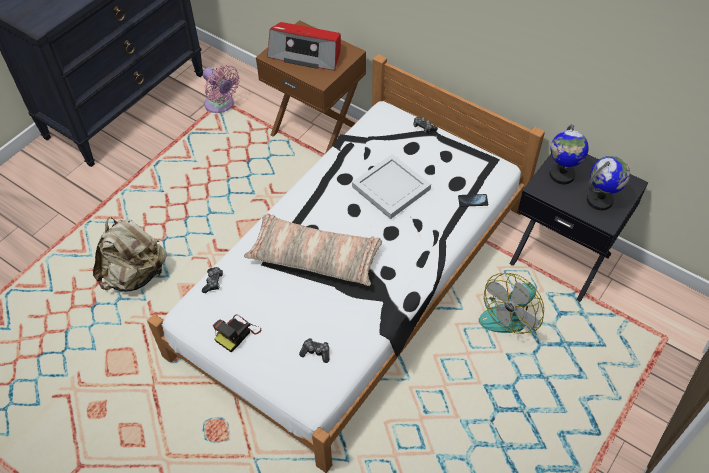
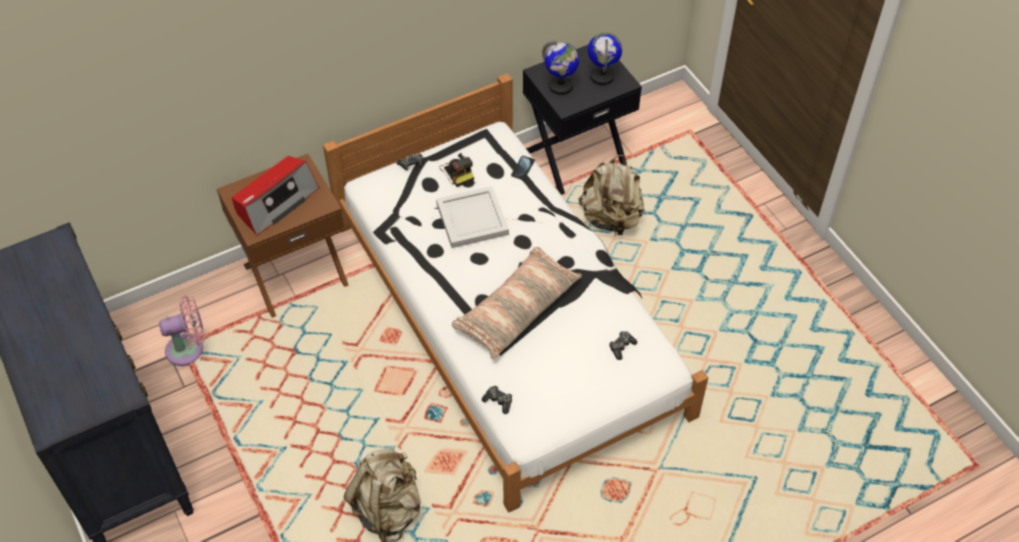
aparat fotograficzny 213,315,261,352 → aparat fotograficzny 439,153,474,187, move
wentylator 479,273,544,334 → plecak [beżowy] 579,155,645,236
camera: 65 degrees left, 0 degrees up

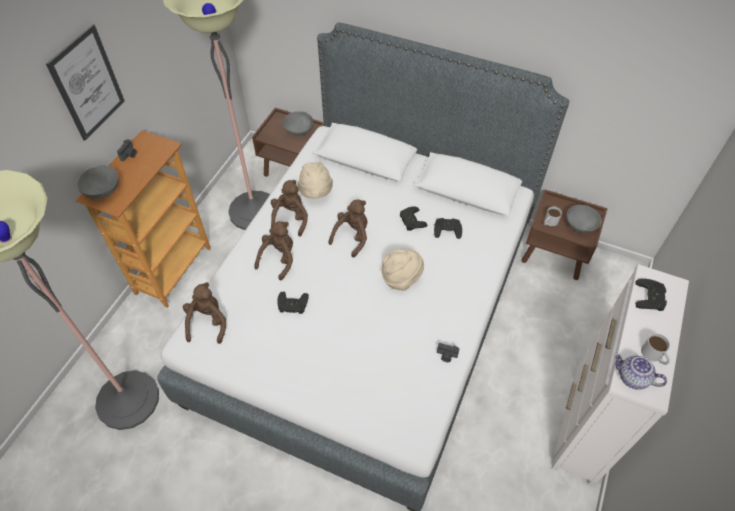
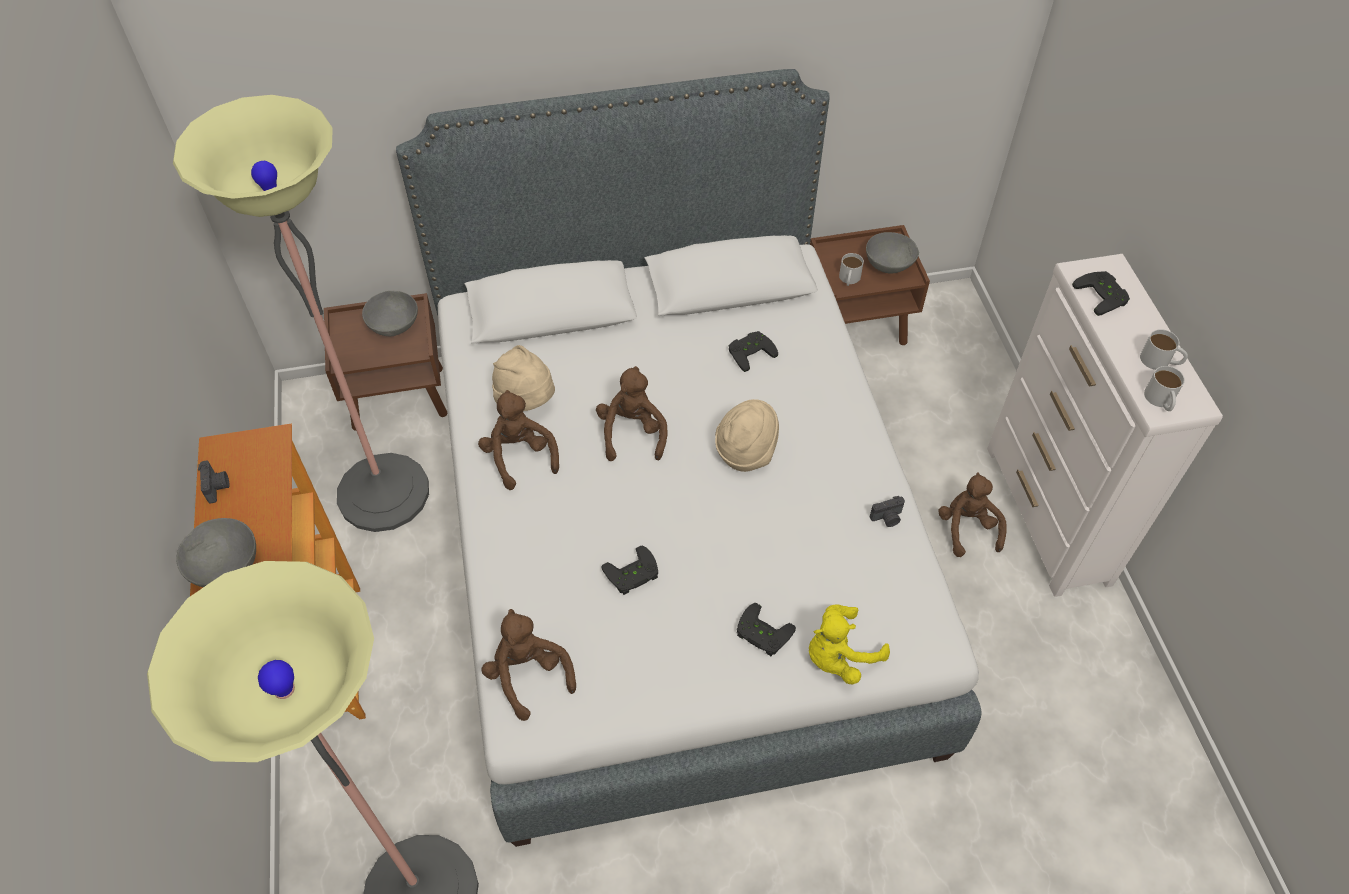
obraz 46,24,125,141 → -
pluszak [brązowy] 254,221,293,281 → pluszak [brązowy] 938,472,1007,557, move
pad do gier [czarny] 400,207,428,231 → pad do gier [czarny] 737,603,796,656, move
imbryk 614,353,667,389 → kubek [biały] 1144,366,1185,411
- → pluszak [żółty] 809,605,890,685
camera: 35 degrees left, 0 degrees up

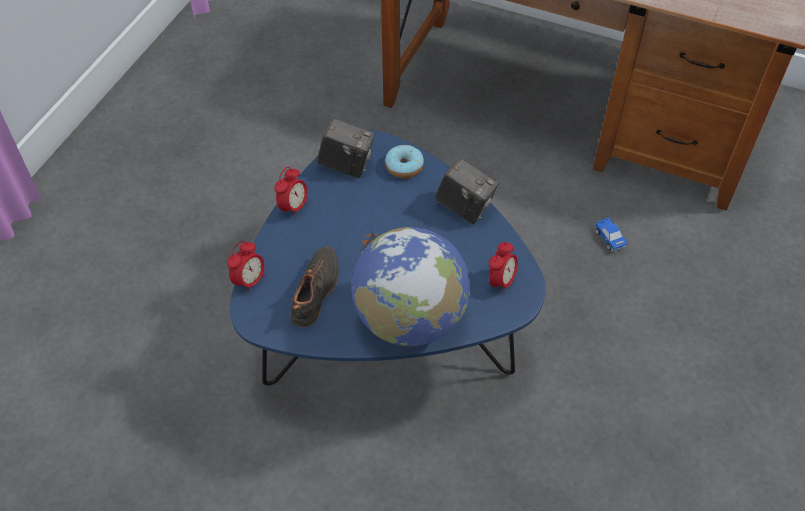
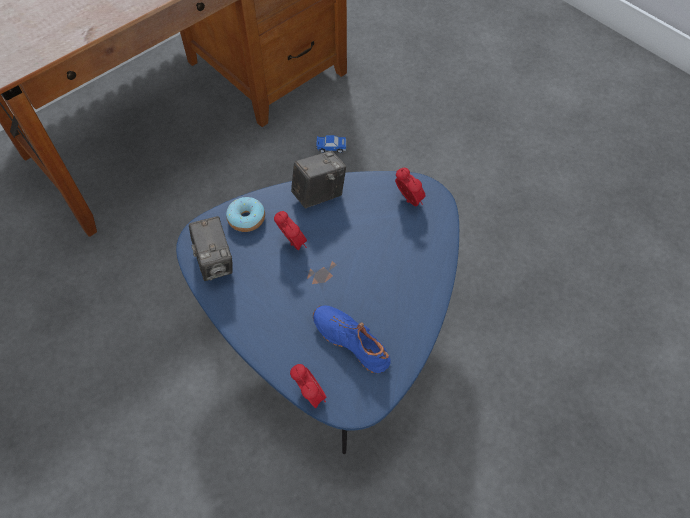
budzik 274,167,308,219 → budzik 274,211,307,250, move
but [czarny] 291,246,339,327 → but [niebieski] 313,305,391,373
aparat fotograficzny 317,118,374,178 → aparat fotograficzny 189,216,233,281, 120 degrees clockwise
globus 351,227,470,346 → -
camera: 65 degrees left, 5 degrees up

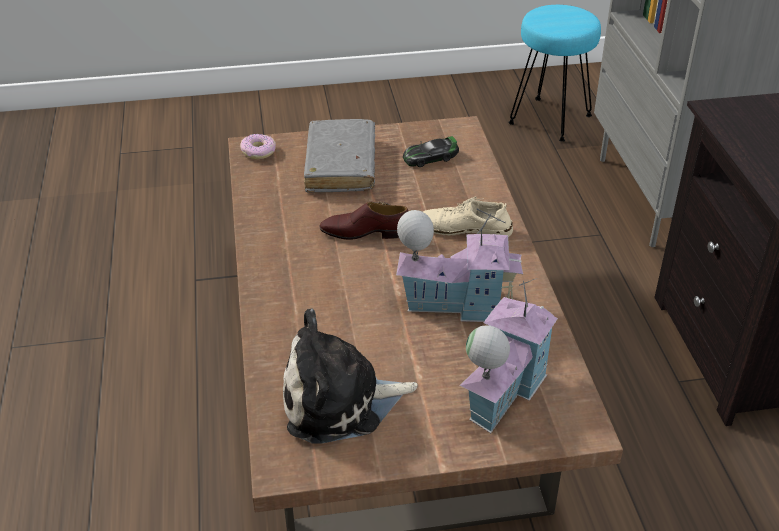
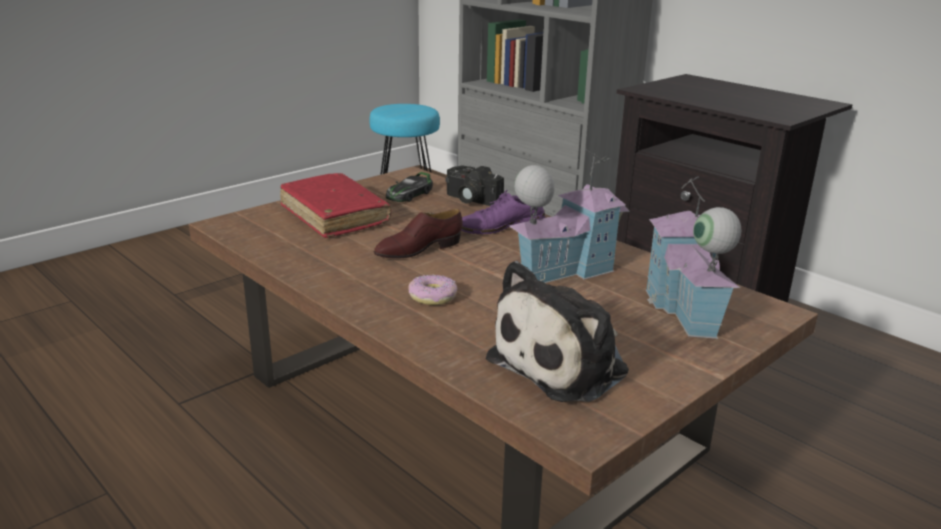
donut 240,134,276,159 → donut 408,274,458,305, move
książka [szary] 304,119,375,192 → książka [czerwony] 280,173,391,238
but [beżowy] 423,196,513,237 → but [fioletowy] 461,190,545,234
- → aparat fotograficzny 445,166,504,206
camera: 35 degrees left, 15 degrees down

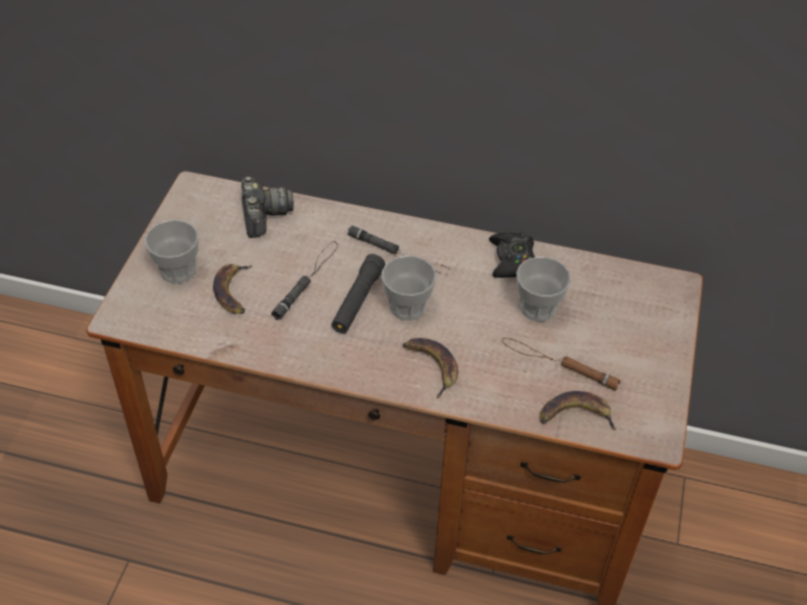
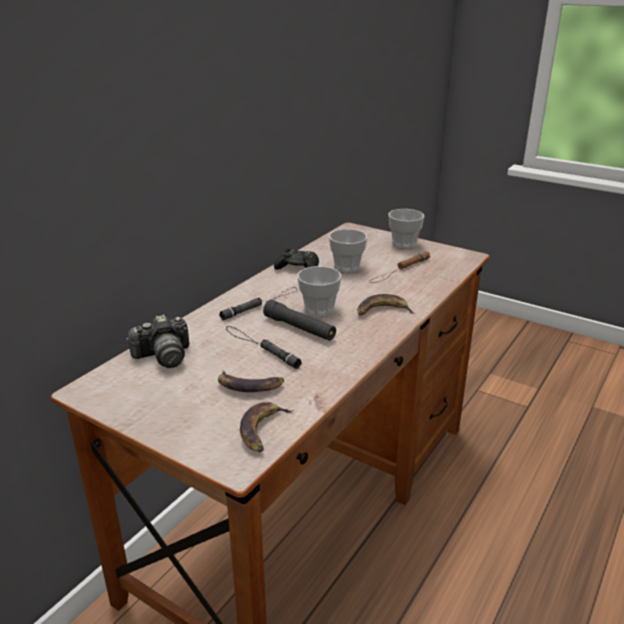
filiżanka 144,220,199,284 → filiżanka 388,209,424,249, move
aparat fotograficzny 242,176,294,238 → aparat fotograficzny 126,315,189,368, 150 degrees clockwise
banan 540,391,616,430 → banan 240,402,293,452, move
camera: 70 degrees left, 20 degrees down

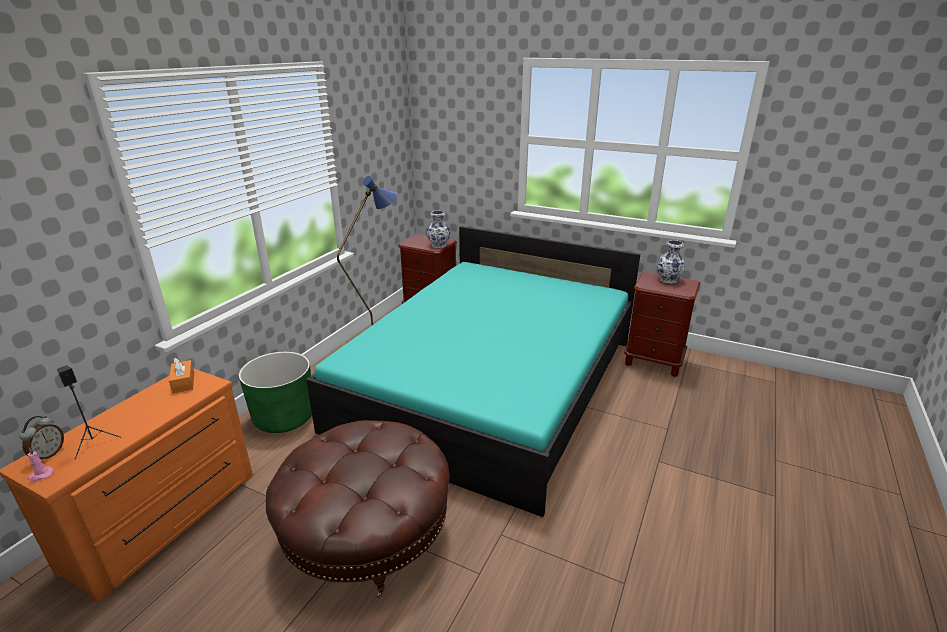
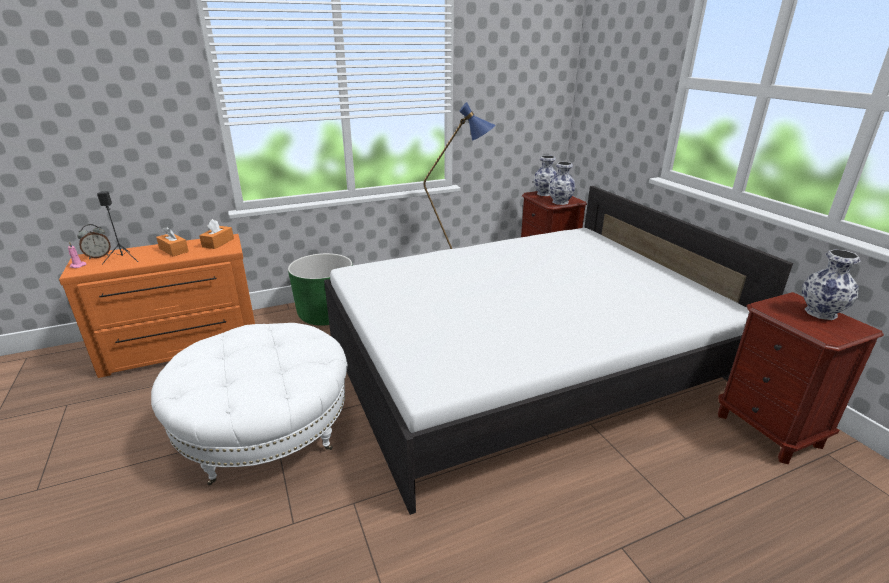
pufa [brązowy] 266,420,450,598 → pufa [biały] 151,323,347,485
łóżko [turkusowy] 306,226,640,517 → łóżko [biały] 324,186,793,515
- → pudełko chusteczek [pomarańczowy] 156,226,189,256
- → wazon 533,155,558,196
camera: 40 degrees right, 0 degrees up

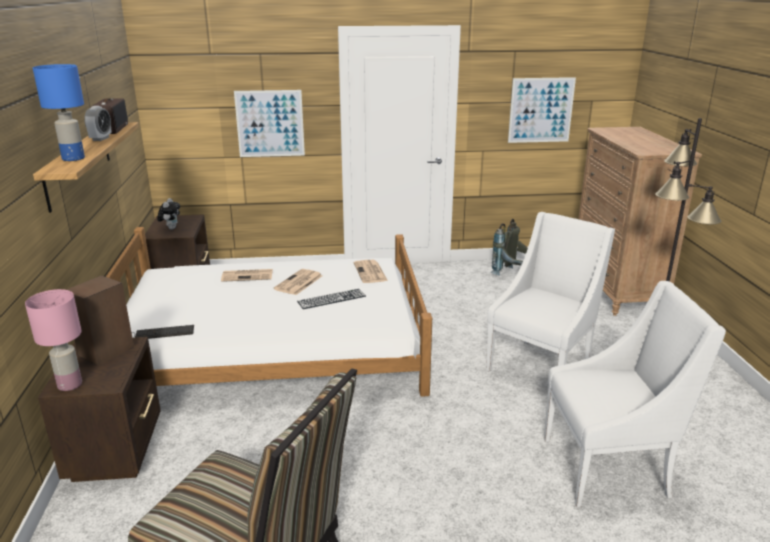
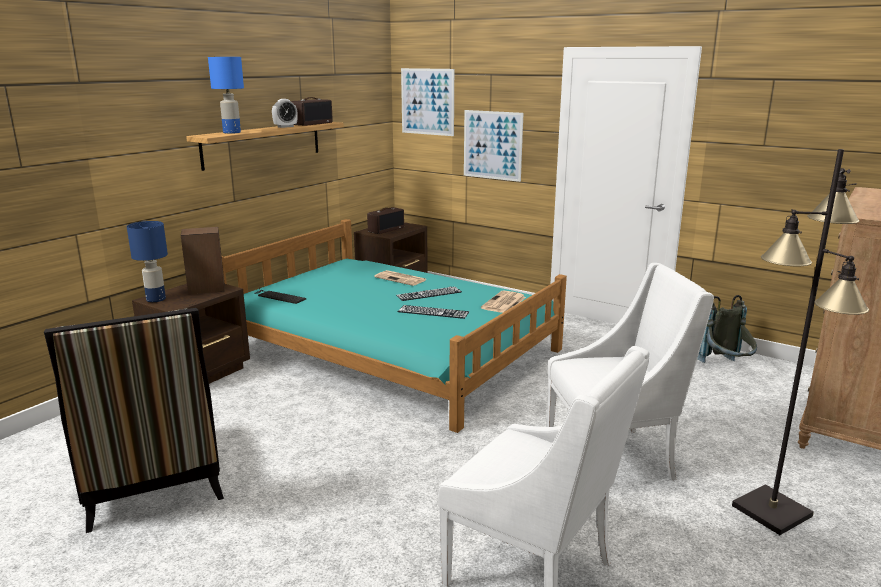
lampa stołowa [różowy] 25,289,82,391 → lampa stołowa [niebieski] 127,221,168,302
łóżko [biały] 106,227,432,397 → łóżko [turkusowy] 221,219,567,433
pluszak 157,198,180,229 → radio 367,207,404,234
gazeta 274,269,322,295 → klawiatura 396,286,462,301
obraz 508,77,576,143 → obraz 401,68,454,136, move
camera: 40 degrees right, 5 degrees down

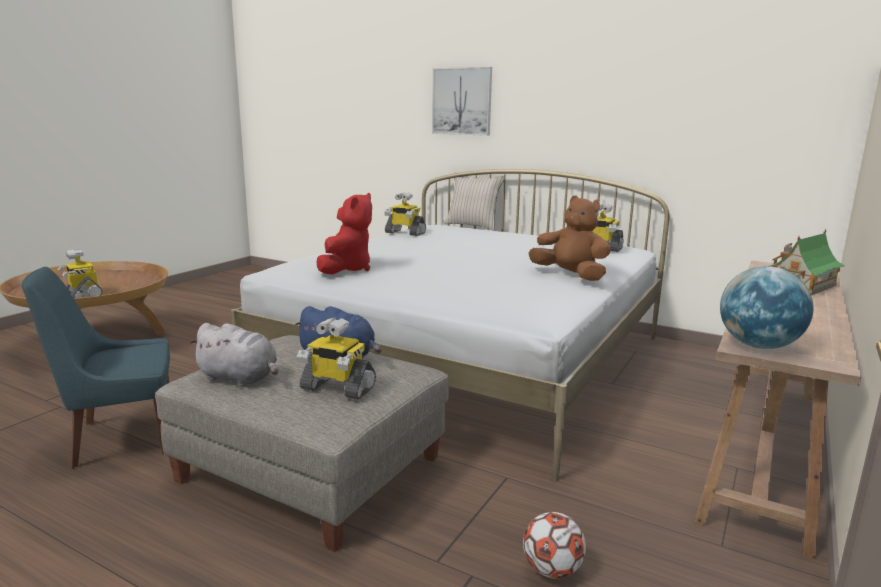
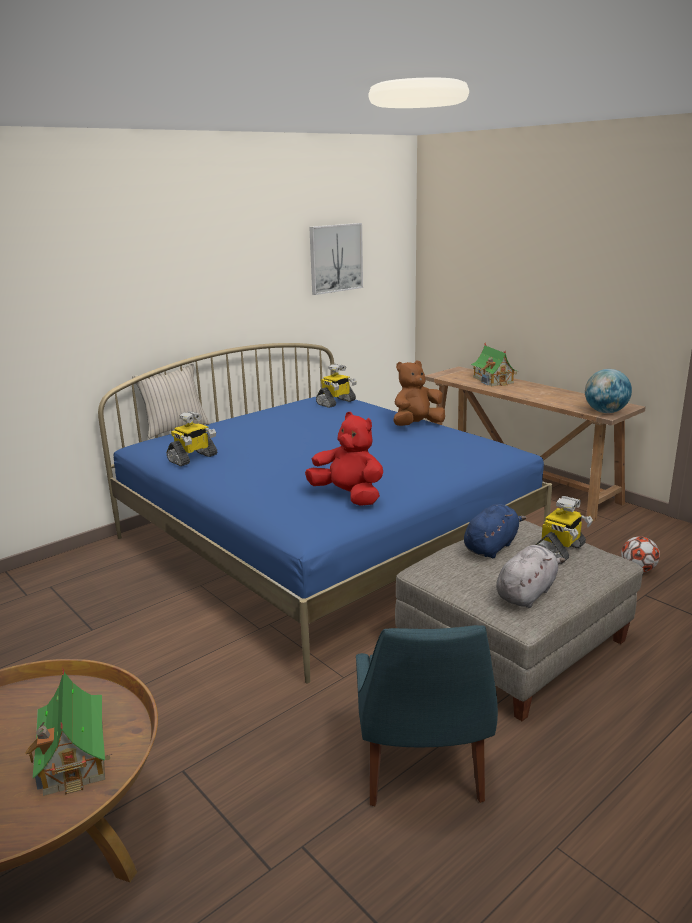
robot zabawkowy 58,249,103,298 → domek 25,667,112,796
łóżko [biały] 231,169,670,481 → łóżko [niebieski] 98,343,552,683
obraz 432,67,492,136 → obraz 309,223,363,295, move
camera: 70 degrees left, 5 degrees up

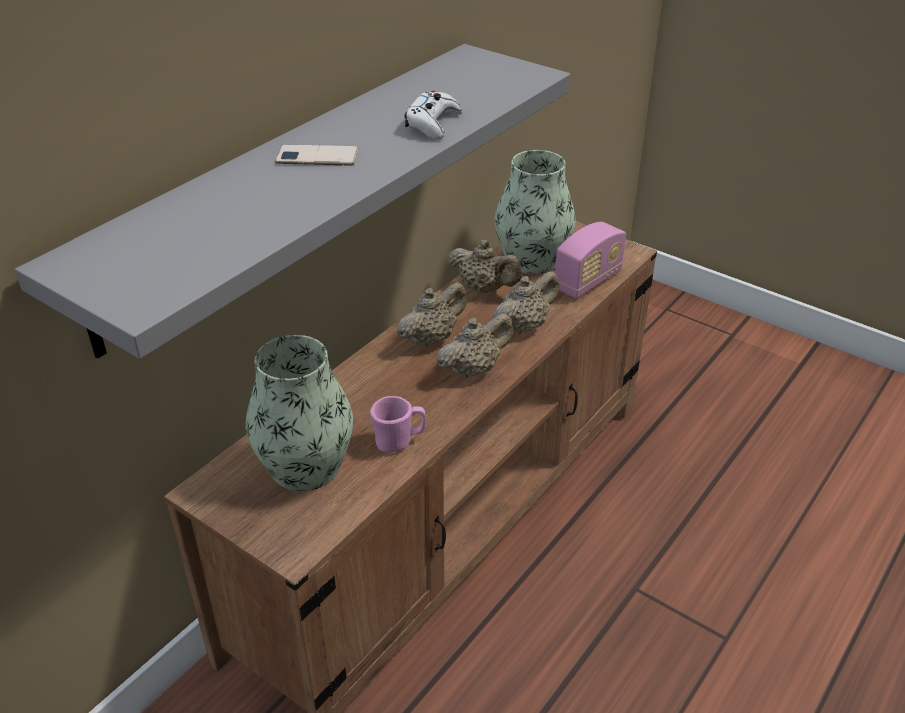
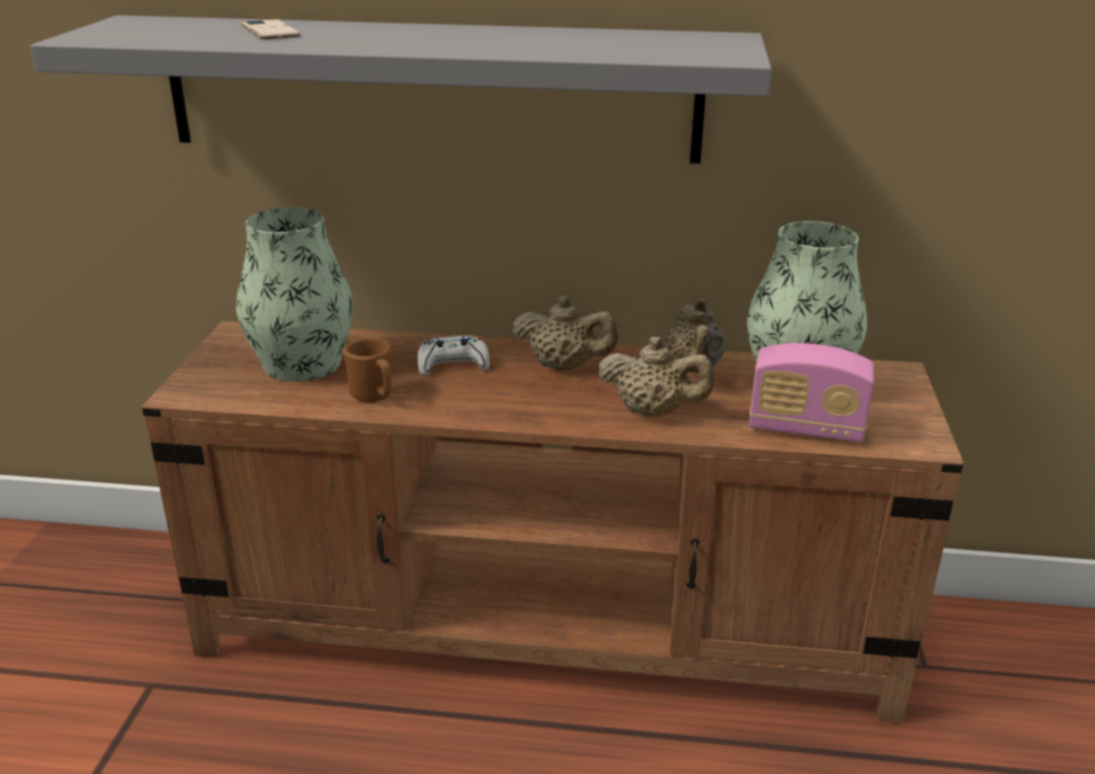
telefon 275,144,358,166 → telefon 241,19,300,39, move
kubek [różowy] 370,396,426,453 → kubek [brązowy] 343,339,392,403
pad do gier [biały] 405,90,462,140 → pad do gier [biały] 418,335,489,376, move
imbryk [beżowy] 436,313,514,378 → -
camera: 60 degrees right, 10 degrees down

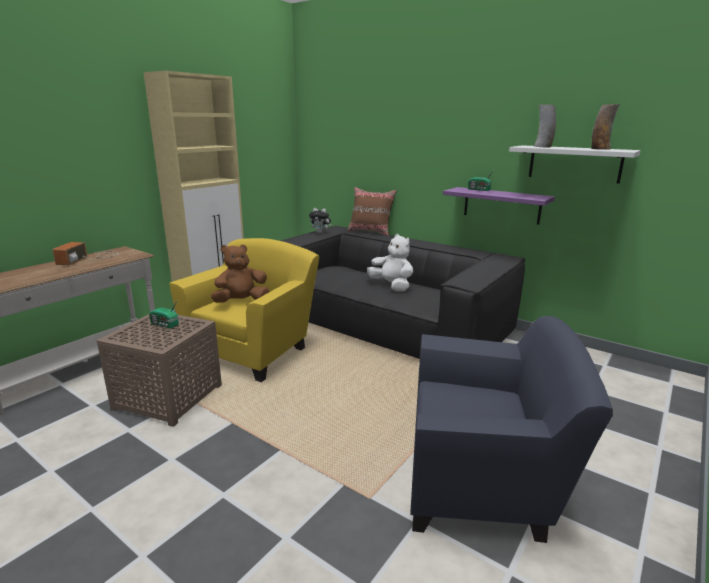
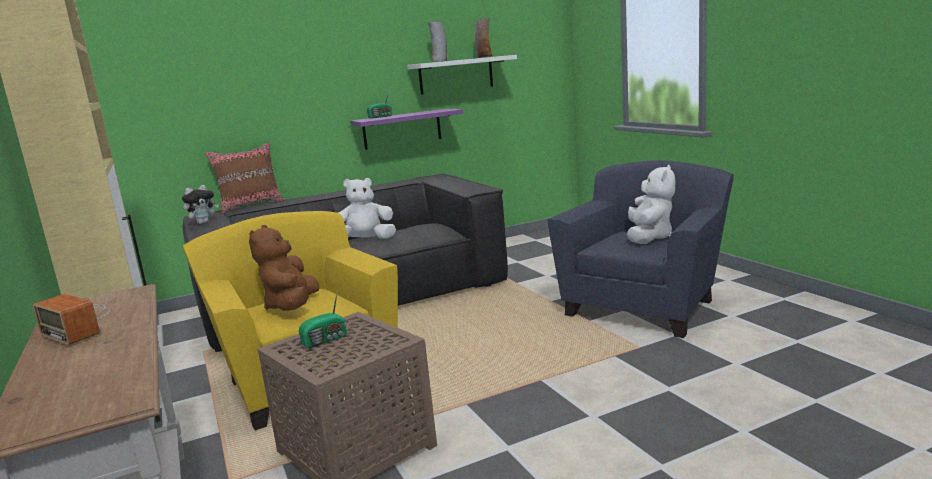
- → pluszak [biały] 627,165,675,244
camera: 60 degrees left, 5 degrees down

